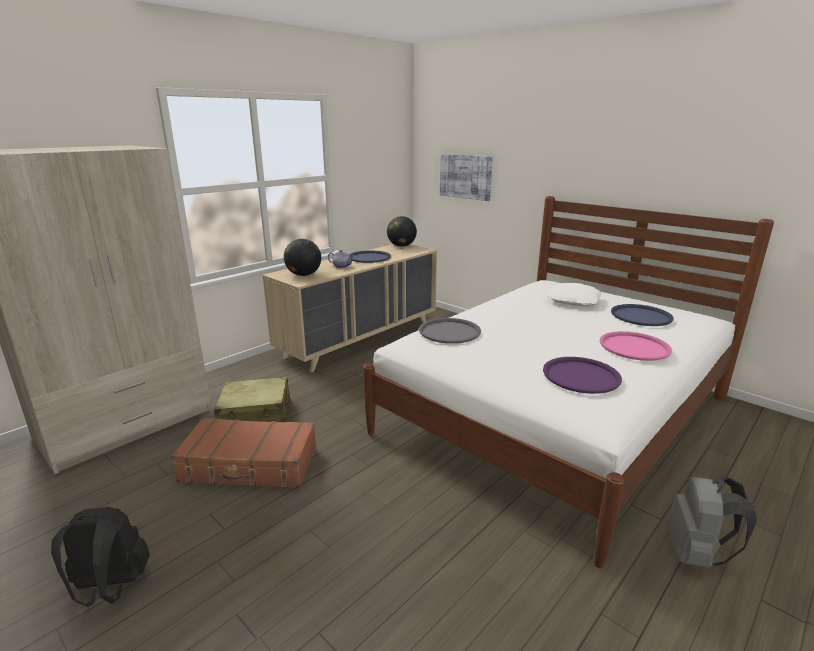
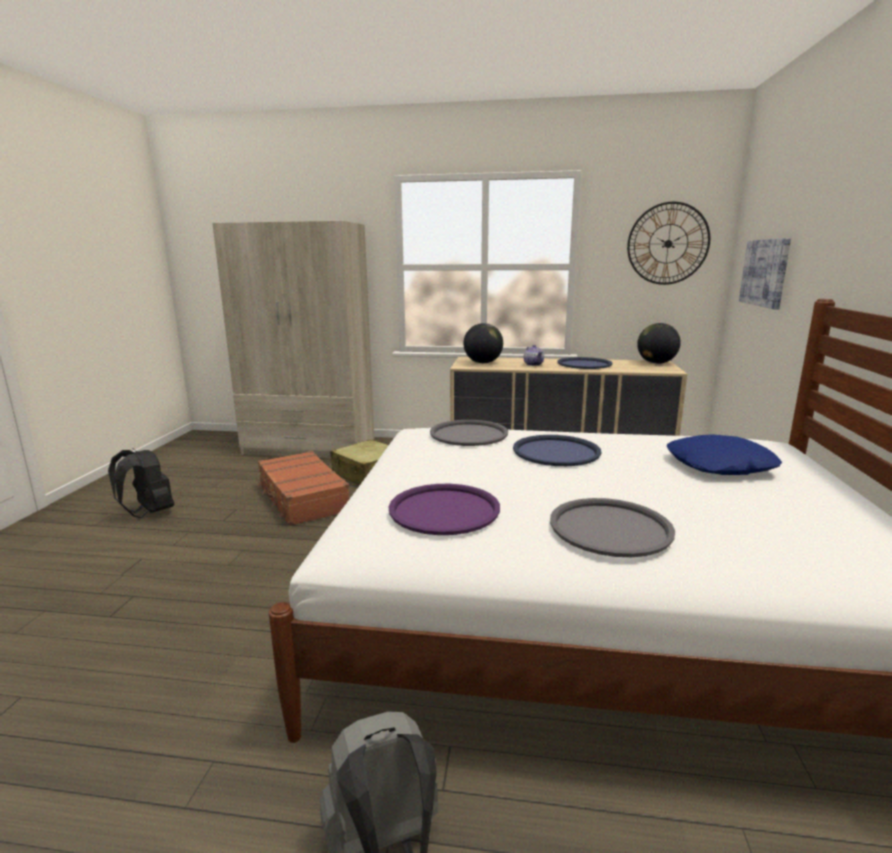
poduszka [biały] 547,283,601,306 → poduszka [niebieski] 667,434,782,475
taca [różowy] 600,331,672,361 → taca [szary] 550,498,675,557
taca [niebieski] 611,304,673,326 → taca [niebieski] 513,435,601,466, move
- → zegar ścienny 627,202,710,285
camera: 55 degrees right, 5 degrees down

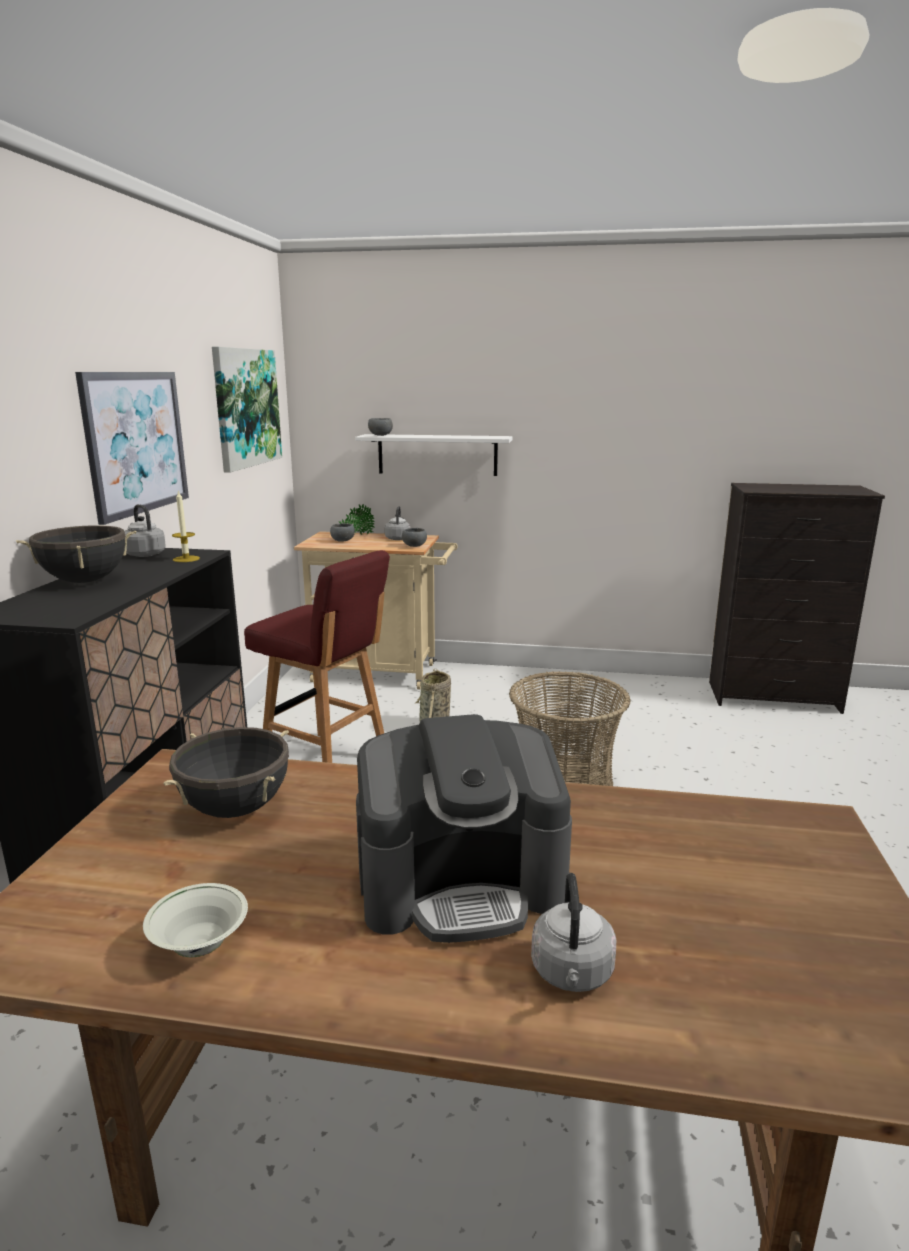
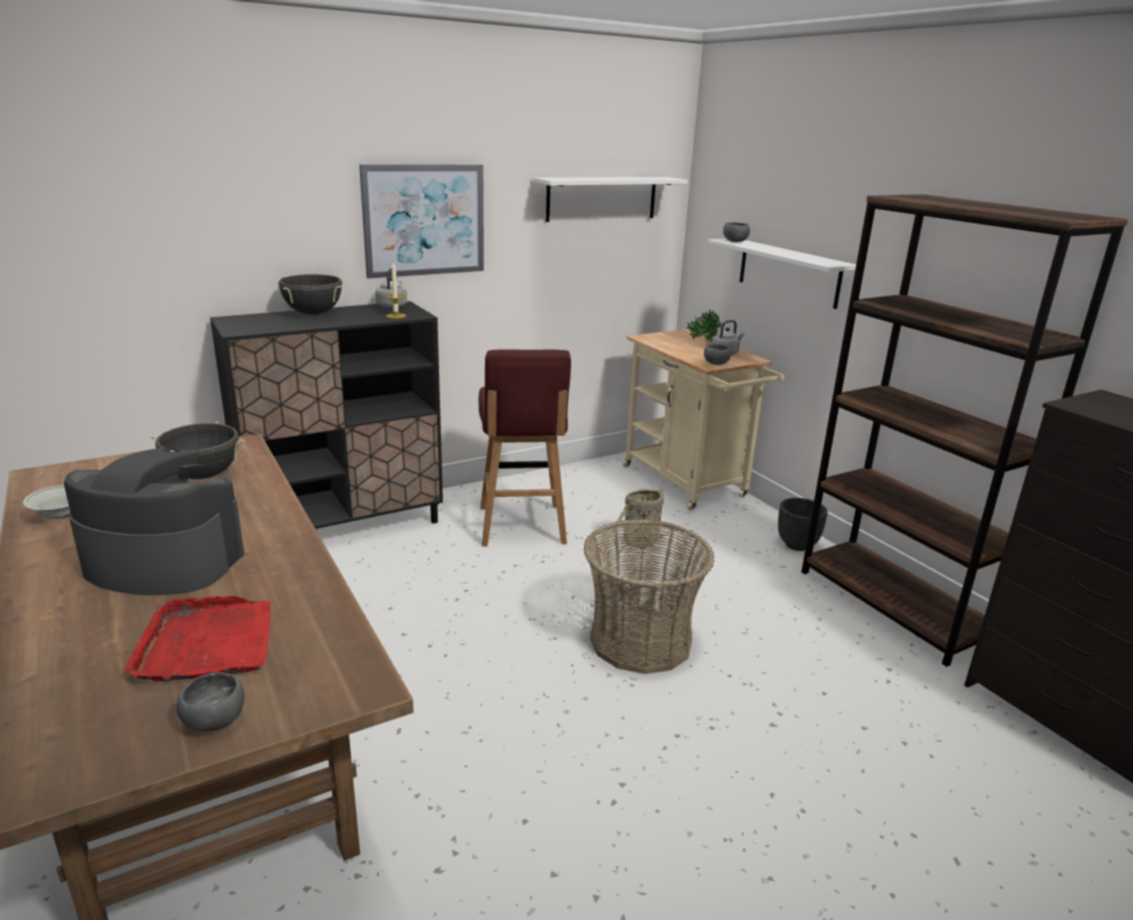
obraz 212,347,282,473 → półka [biały] 533,177,688,222
miska [szary] 330,523,355,542 → miska [szary] 176,672,245,732, move
ekspres do kawy 356,714,572,943 → ekspres do kawy 64,448,244,595, 150 degrees clockwise
czajnik [szary] 531,873,616,992 → -
- → taca [czerwony] 124,596,271,682
- → donica [czarny] 778,498,827,551
- → regał [brązowy] 801,194,1128,667
camera: 50 degrees right, 5 degrees up

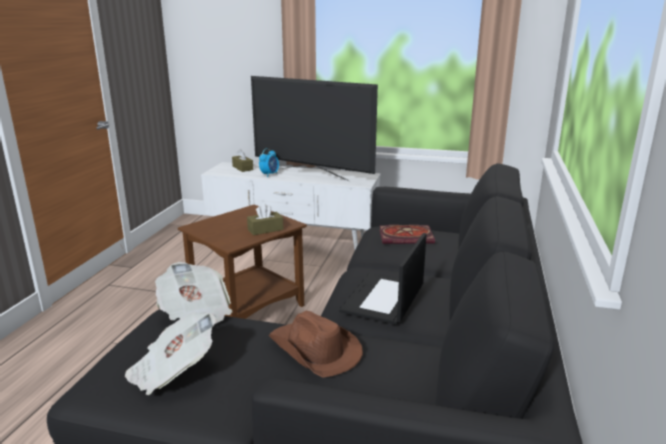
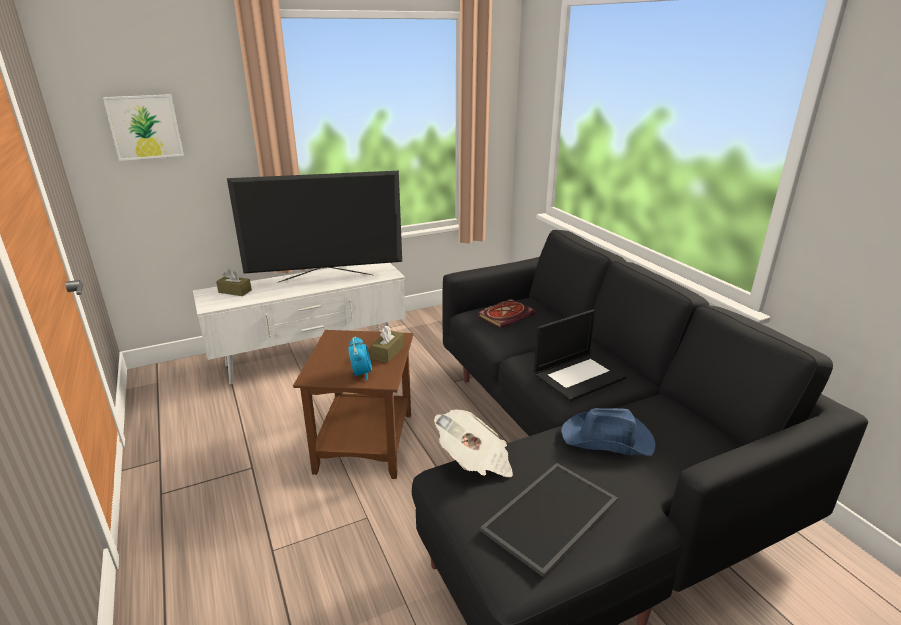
gazeta 125,311,217,395 → taca 480,463,618,578
budzik 259,148,279,177 → budzik 349,336,372,380, move
kapelusz [brązowy] 268,311,363,378 → kapelusz [niebieski] 561,408,656,456
laptop 339,233,427,325 → laptop 534,309,627,402, 105 degrees counterclockwise
- → obraz 103,94,184,161
camera: 40 degrees left, 5 degrees up

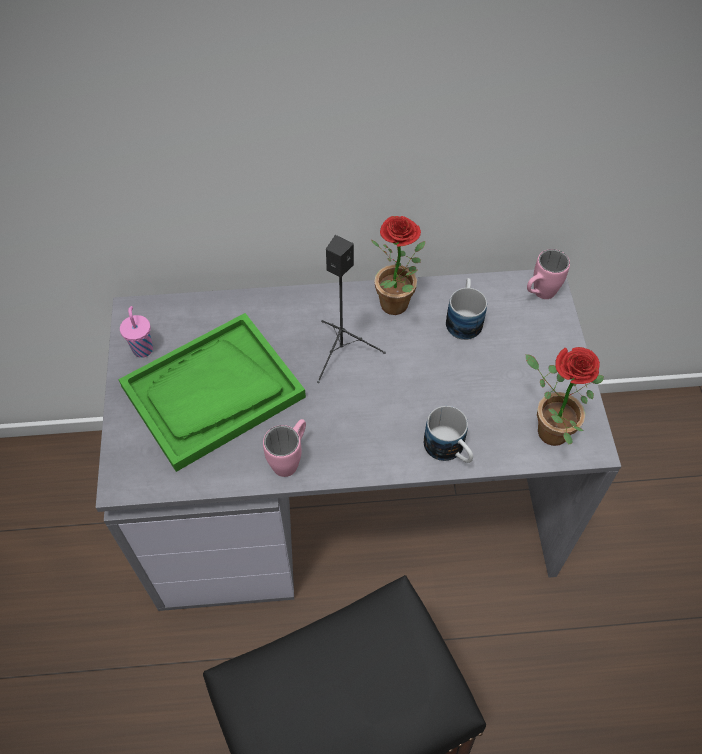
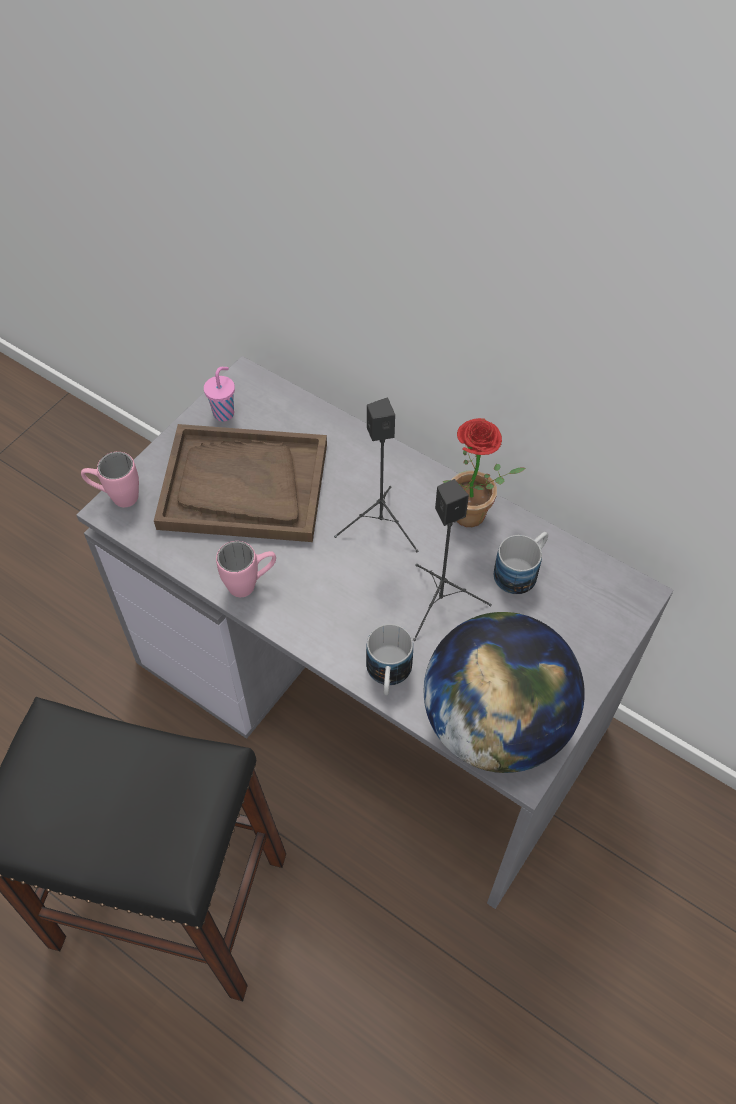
taca [zielony] 118,313,306,472 → taca [brązowy] 154,424,327,542
roślina doniczkowa 525,347,604,446 → globus 424,612,585,773
kubek [różowy] 527,249,570,299 → kubek [różowy] 81,452,139,507, move
- → głośnik [czarny] 413,479,492,641
camera: 40 degrees right, 0 degrees up

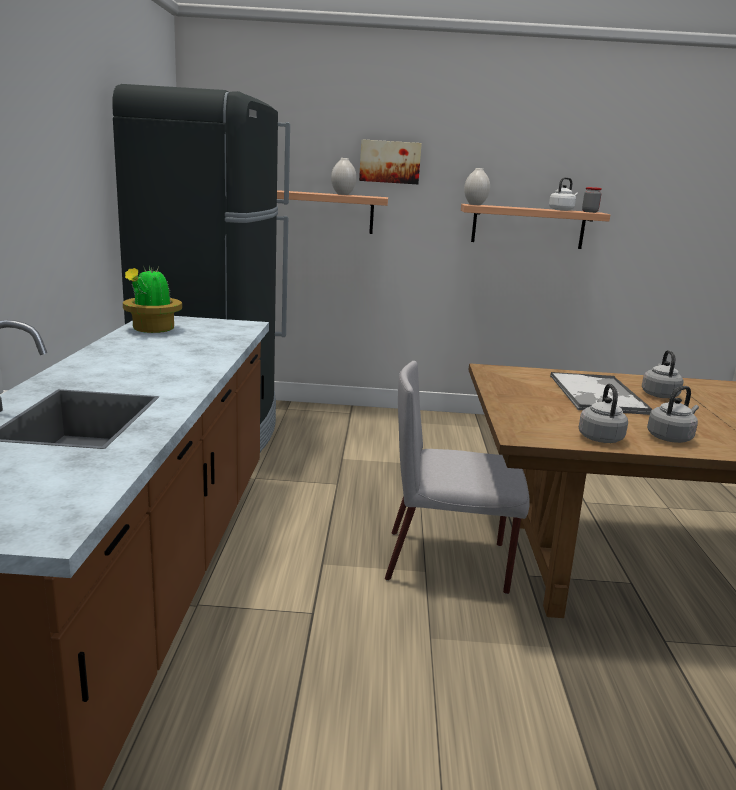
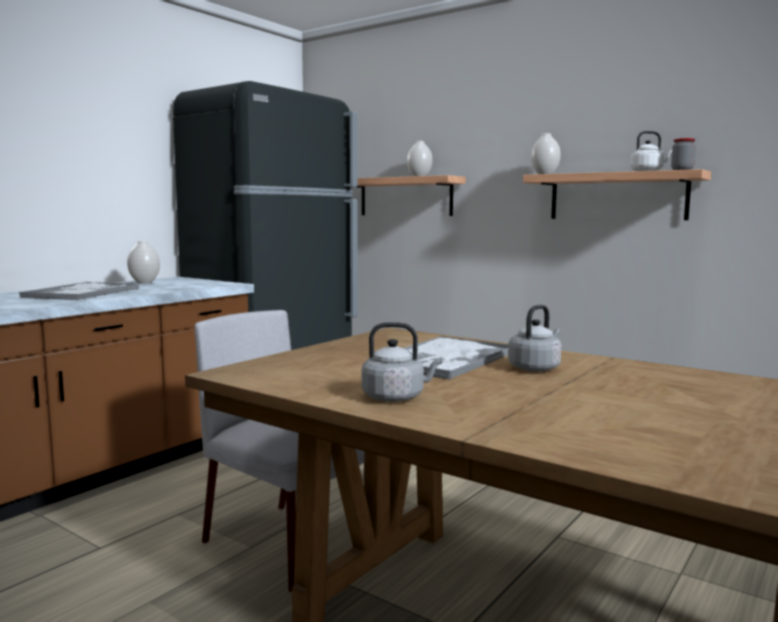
roślina doniczkowa 123,266,182,333 → wazon [biały] 127,241,160,284
obraz 359,139,422,184 → -
czajnik [szary] 579,384,628,443 → -
- → taca 19,282,139,300
camera: 35 degrees right, 10 degrees down

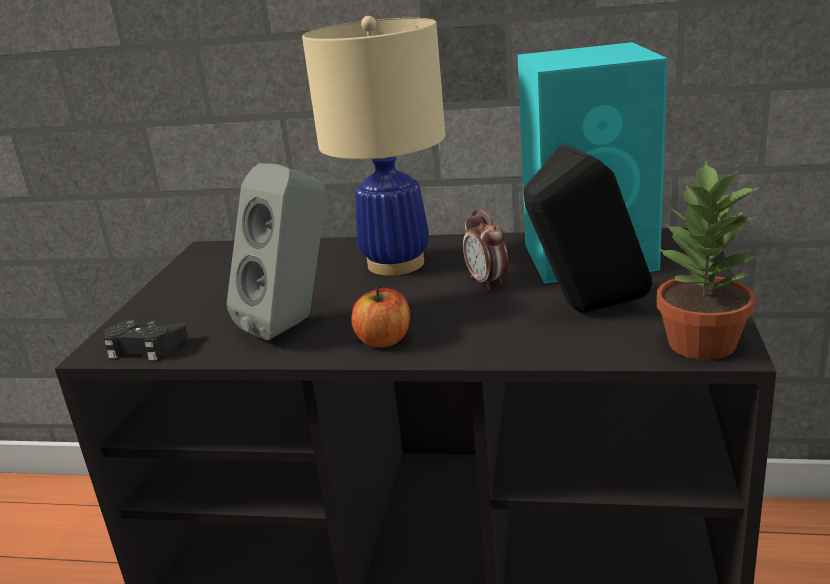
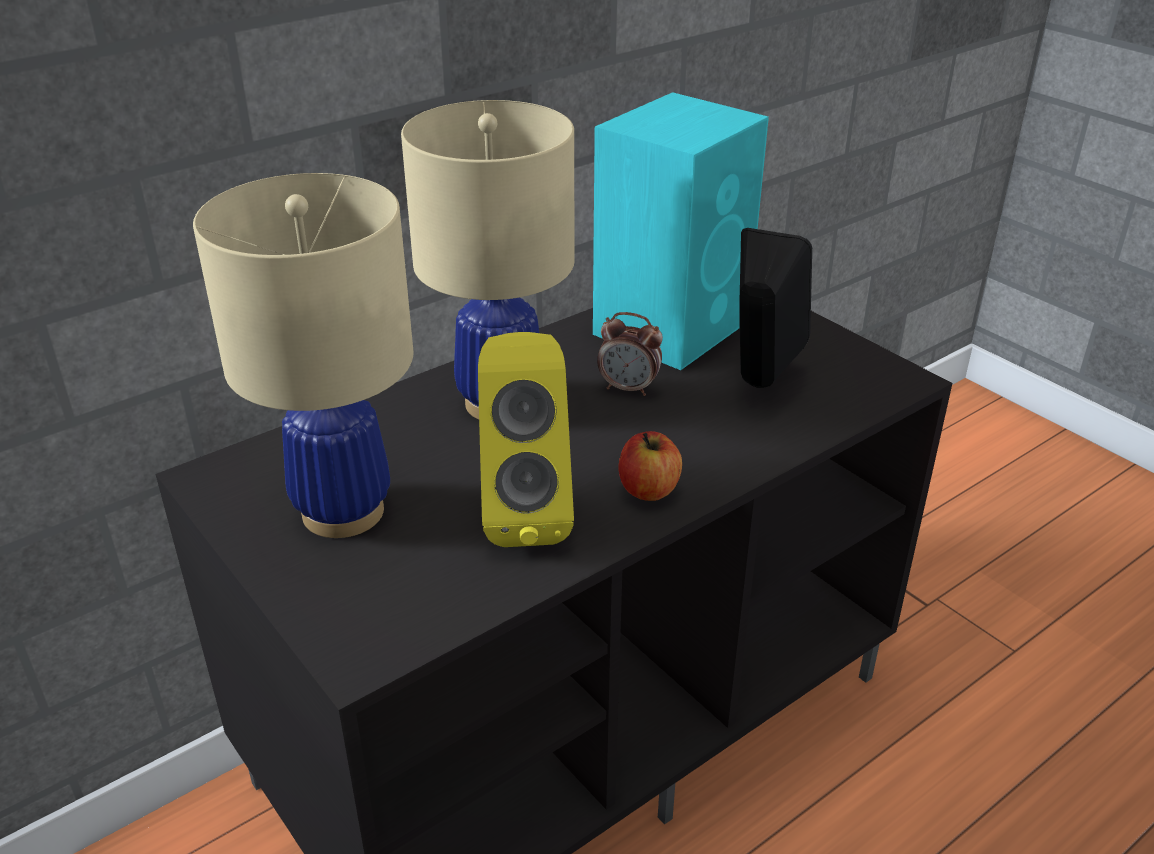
pad do gier [czarny] 104,320,188,361 → -
głośnik [szary] 227,163,326,341 → głośnik [żółty] 478,332,574,547
roślina doniczkowa 657,162,760,360 → -
- → lampa stołowa [beżowy] 193,173,414,538
camera: 50 degrees left, 10 degrees up

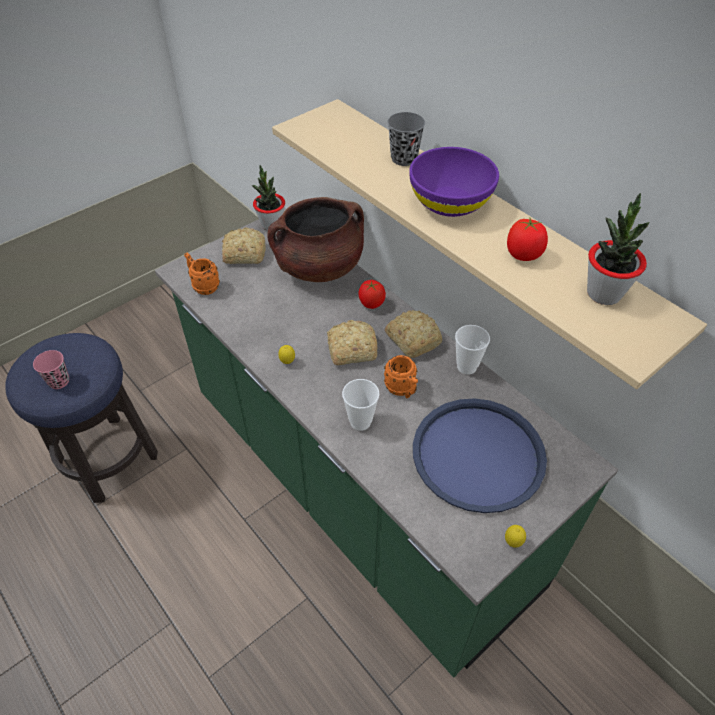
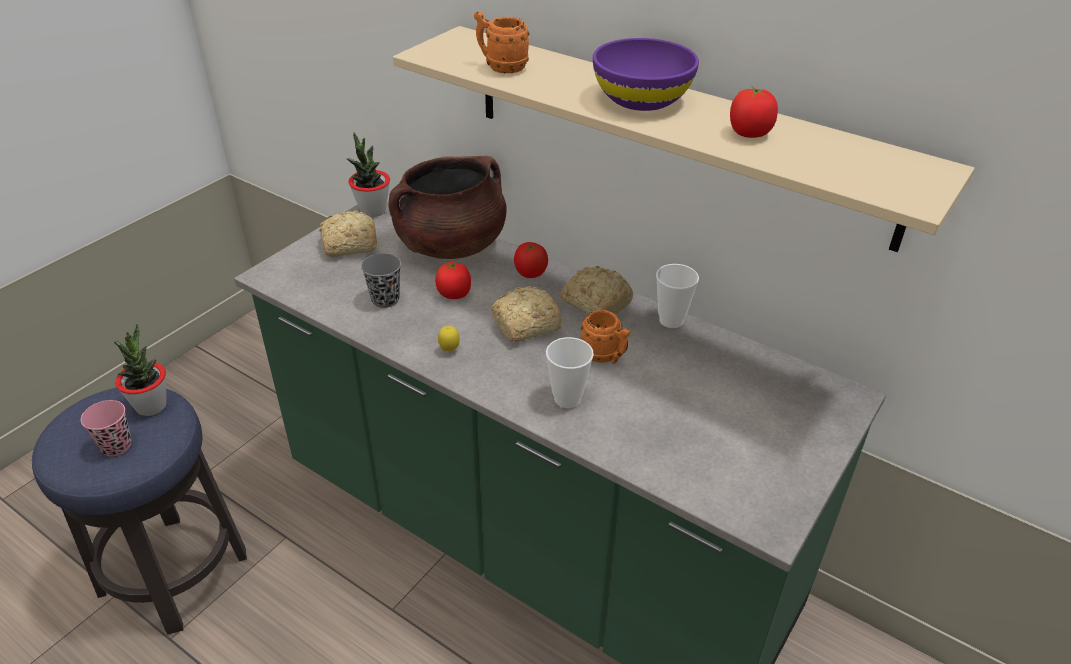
kubek [pomarańczowy] 184,253,220,295 → kubek [pomarańczowy] 474,11,530,73, move
filiżanka [szary] 387,112,425,166 → filiżanka [szary] 361,253,401,308, move
taca [niebieski] 413,398,547,513 → -
cytryna 505,525,526,548 → -
roślina doniczkowa 587,193,649,305 → roślina doniczkowa 114,324,167,416, move
- → pomidor 435,261,471,299
camera: 15 degrees left, 10 degrees down

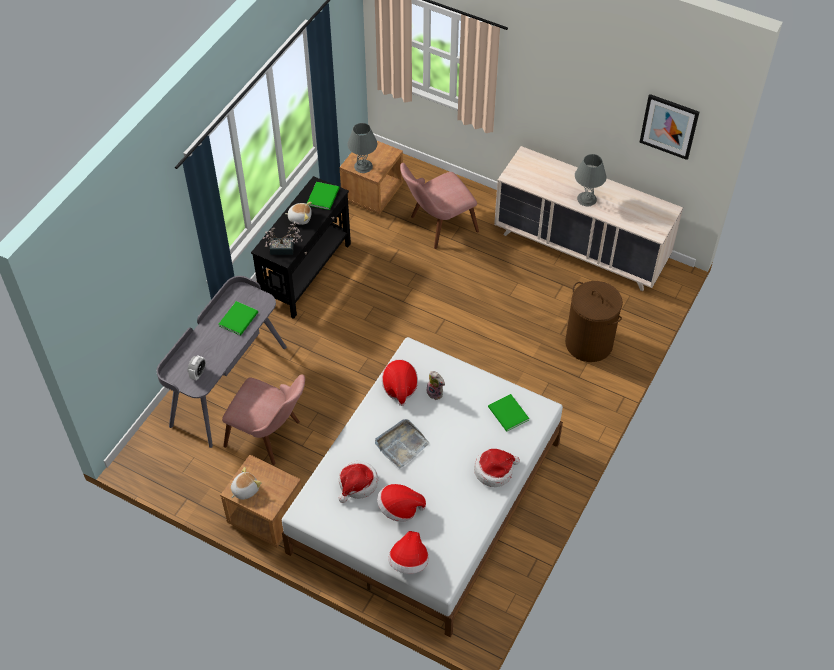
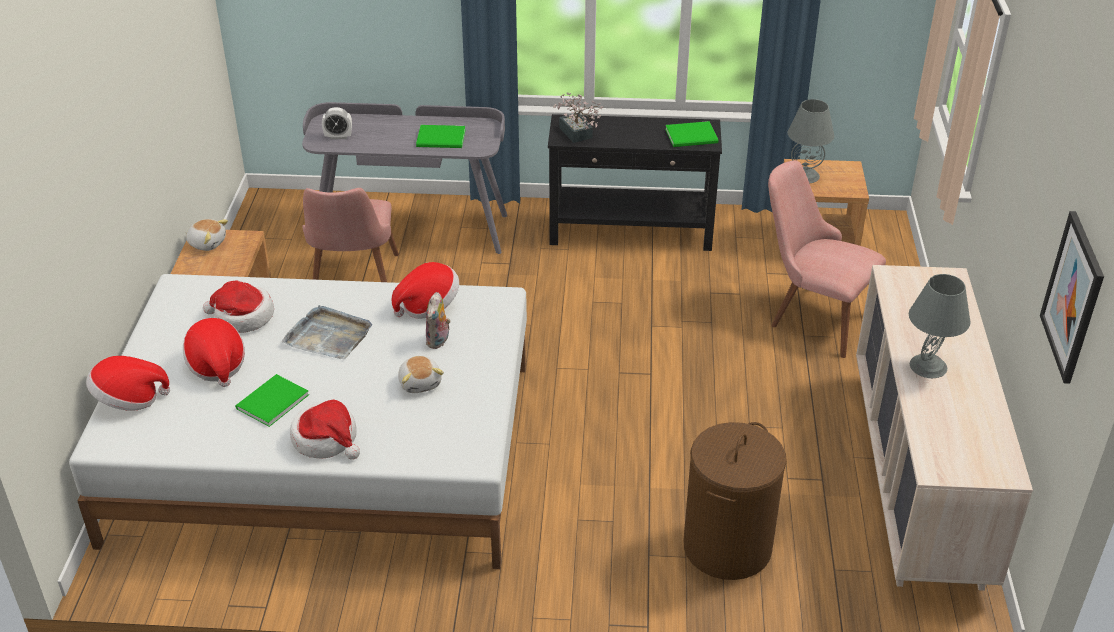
pluszak 285,202,312,225 → pluszak 398,356,444,393, move
książka [zielony] 488,394,529,432 → książka [zielony] 235,374,309,427, move
camera: 65 degrees right, 15 degrees down

